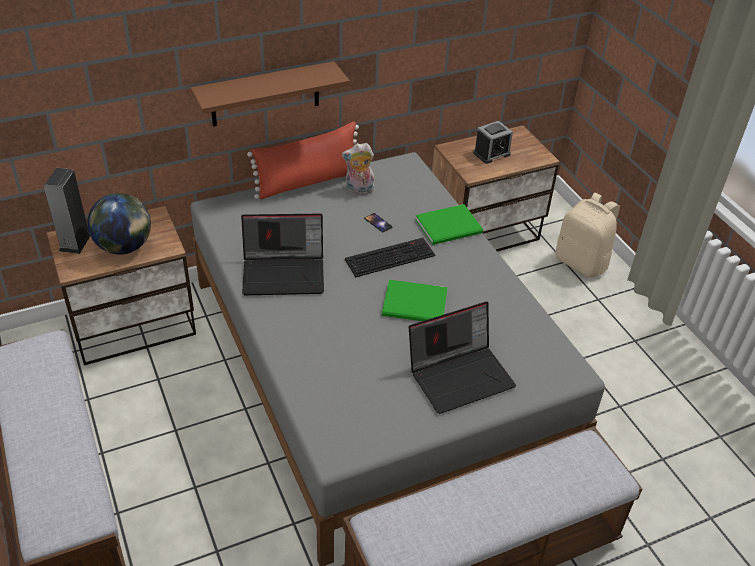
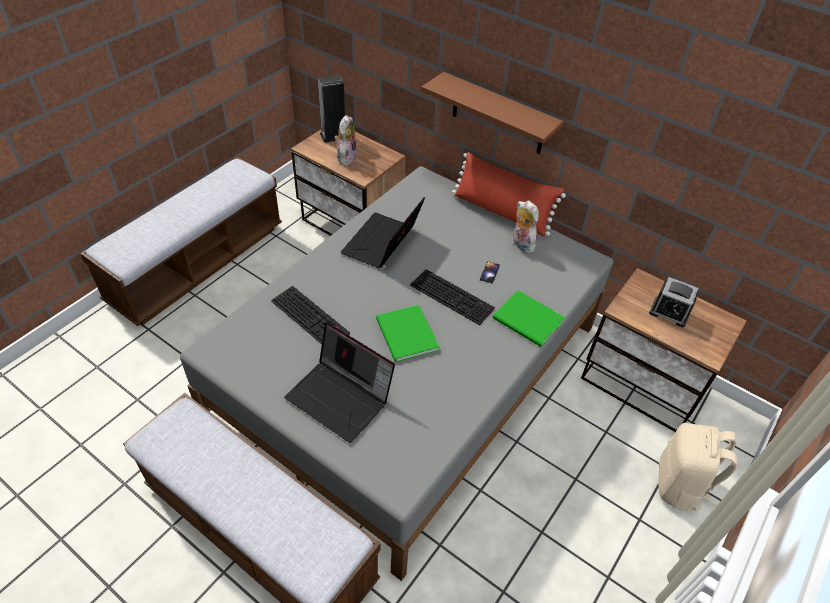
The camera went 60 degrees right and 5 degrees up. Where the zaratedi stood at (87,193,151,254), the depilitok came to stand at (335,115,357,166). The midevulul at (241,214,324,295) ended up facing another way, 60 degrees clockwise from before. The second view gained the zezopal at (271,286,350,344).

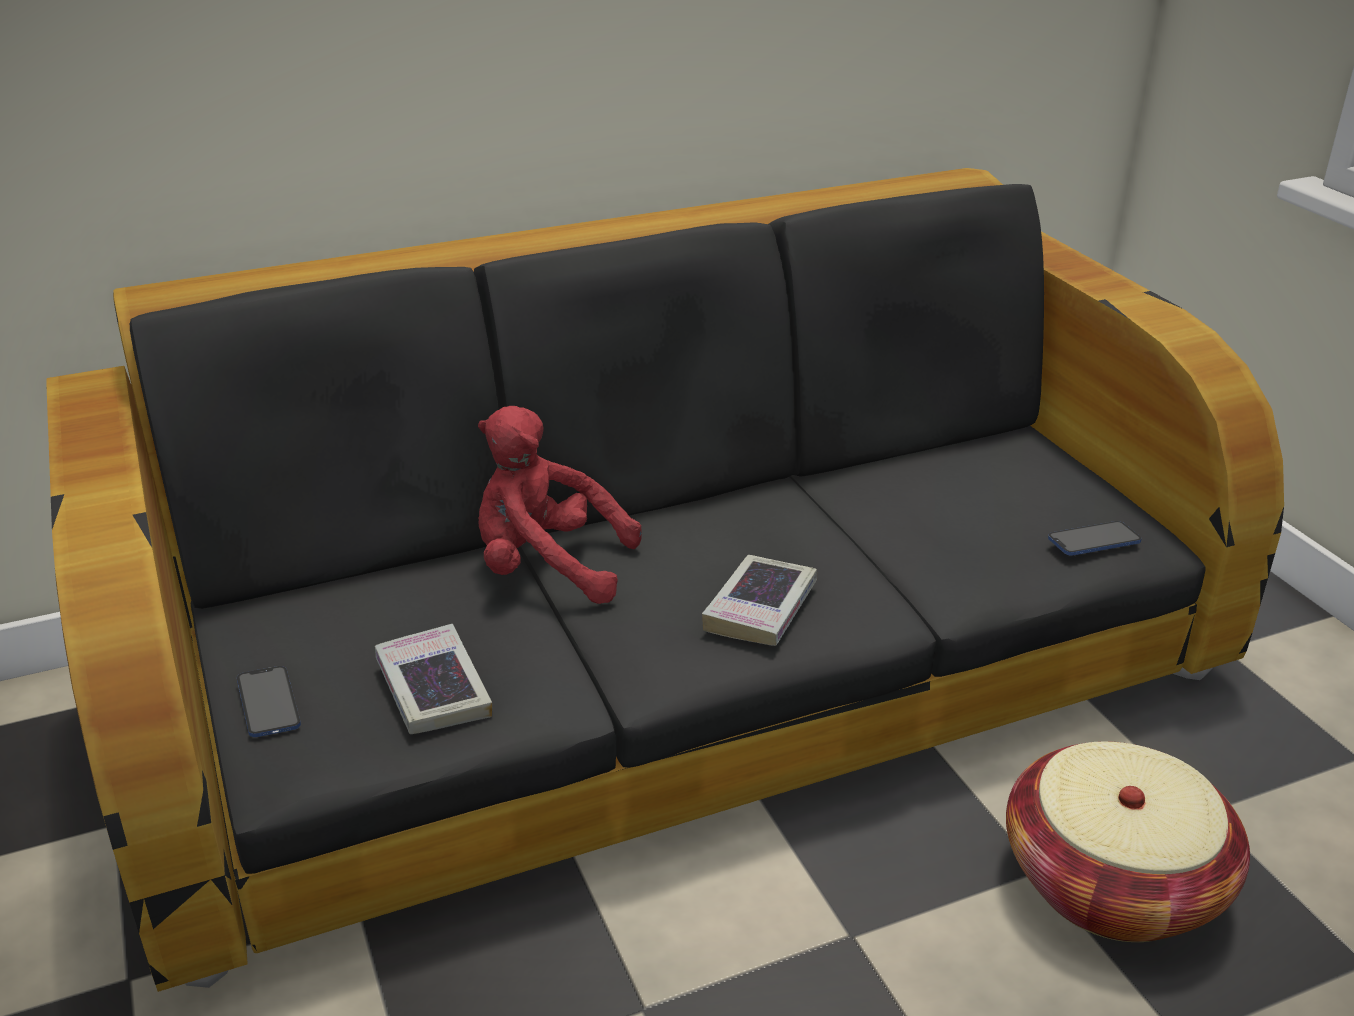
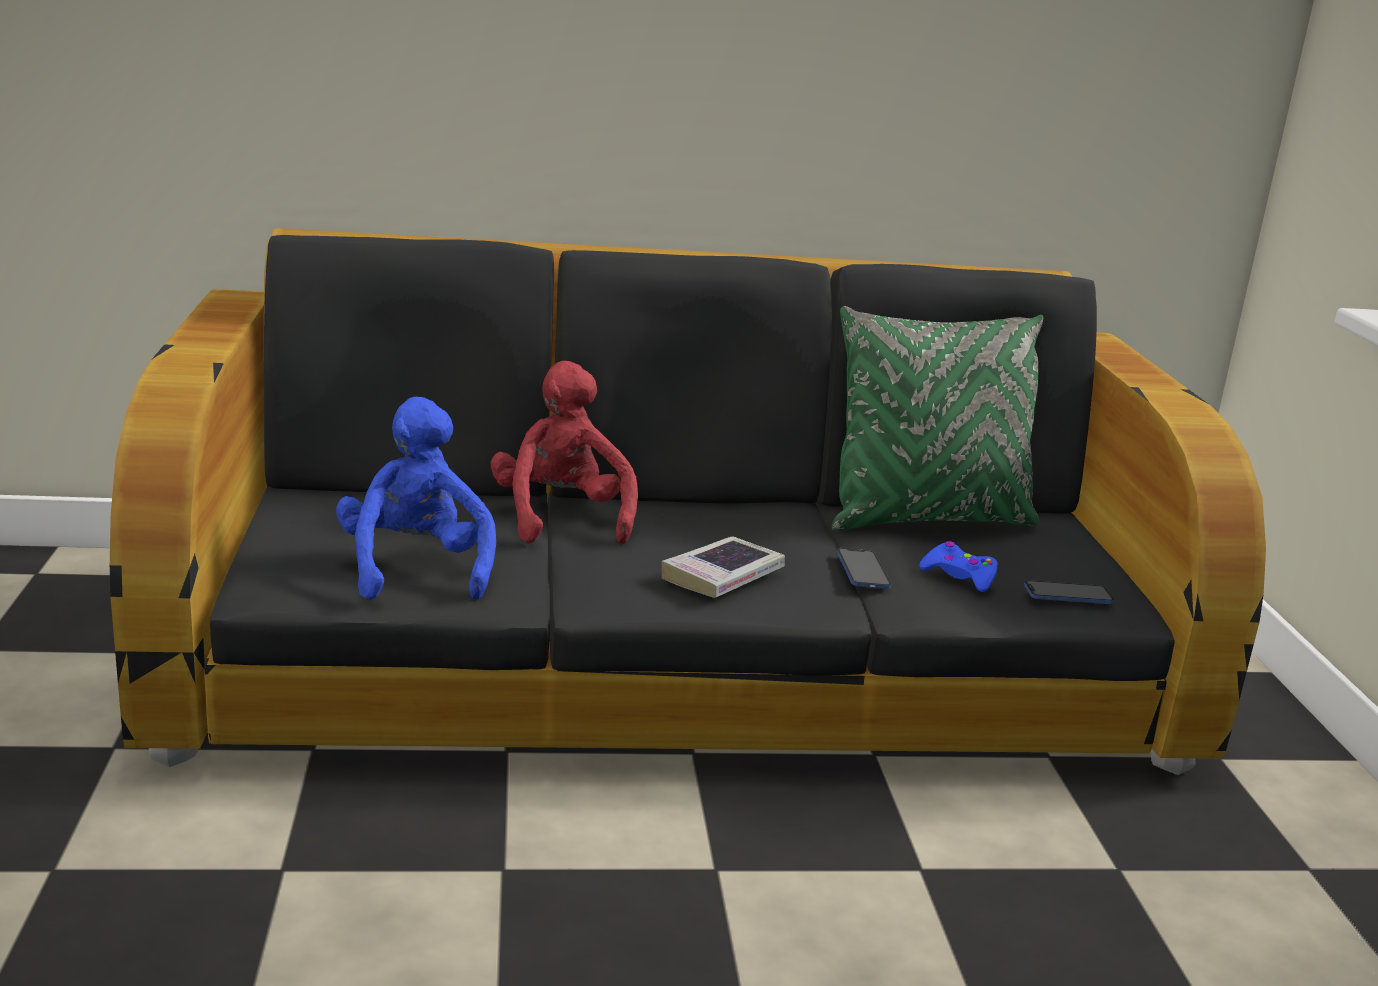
The camera went 15 degrees right and 10 degrees down. The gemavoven ended up elsewhere, having gone from (237,666,301,737) to (837,548,891,589). Where the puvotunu stood at (375,624,492,734), the depilitok (blue) came to stand at (336,397,496,600). The depilitok (red) at (478,406,642,604) ended up facing another way, 45 degrees clockwise from before. The second view lost the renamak at (1006,741,1250,942). The second view gained the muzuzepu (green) at (832,306,1043,530). The second view gained the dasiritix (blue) at (919,541,998,592).

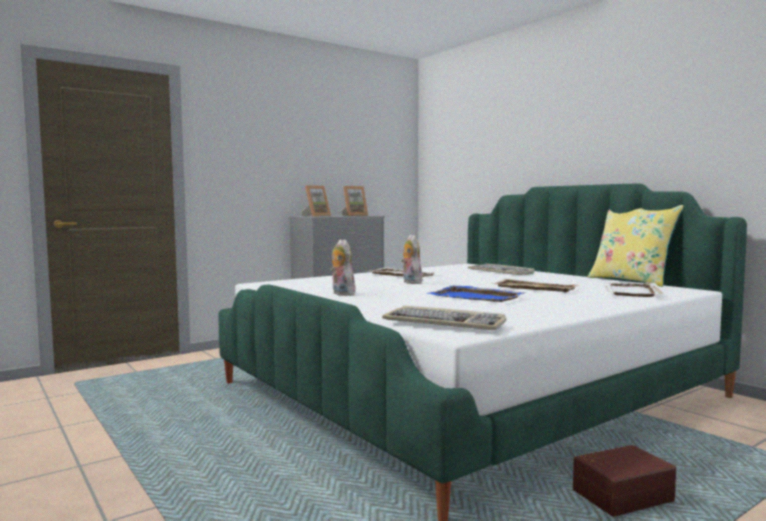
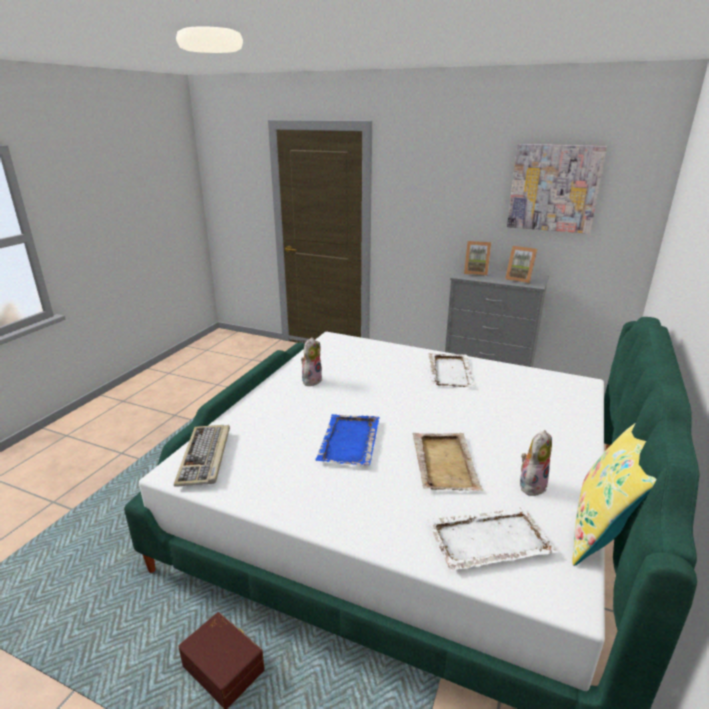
The camera went 60 degrees right and 20 degrees up. The depilitok ended up elsewhere, having gone from (401,235,422,284) to (520,430,552,498). The second view lost the zezopal at (468,264,535,275). The second view gained the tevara at (507,144,607,234).

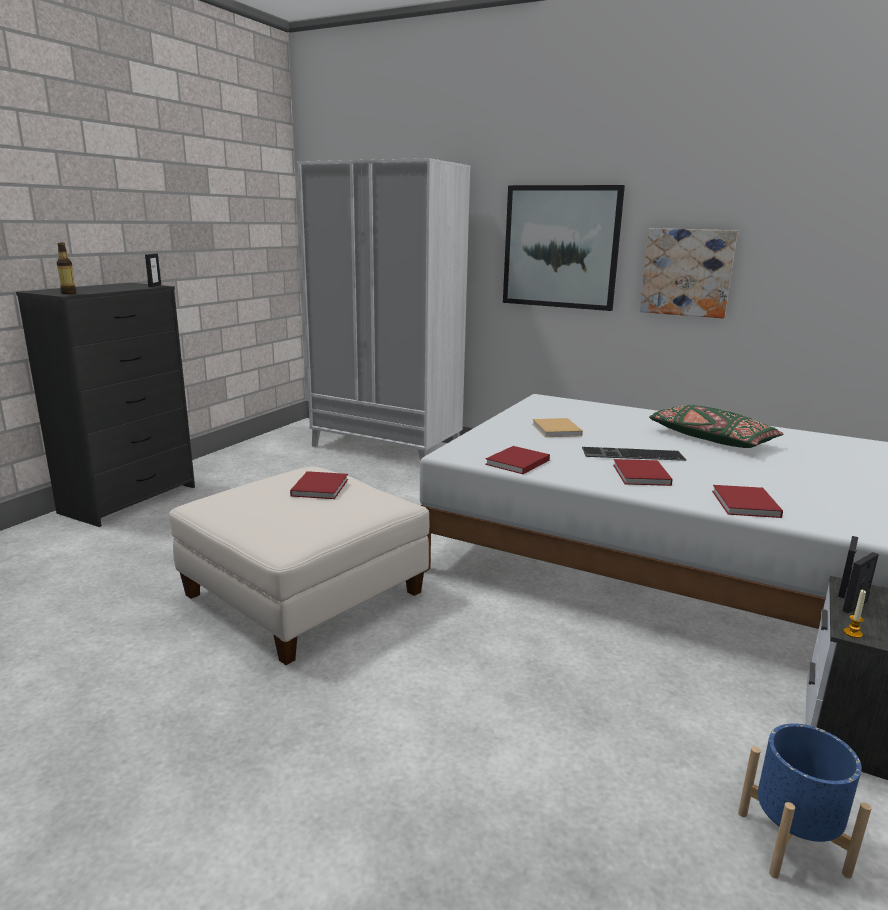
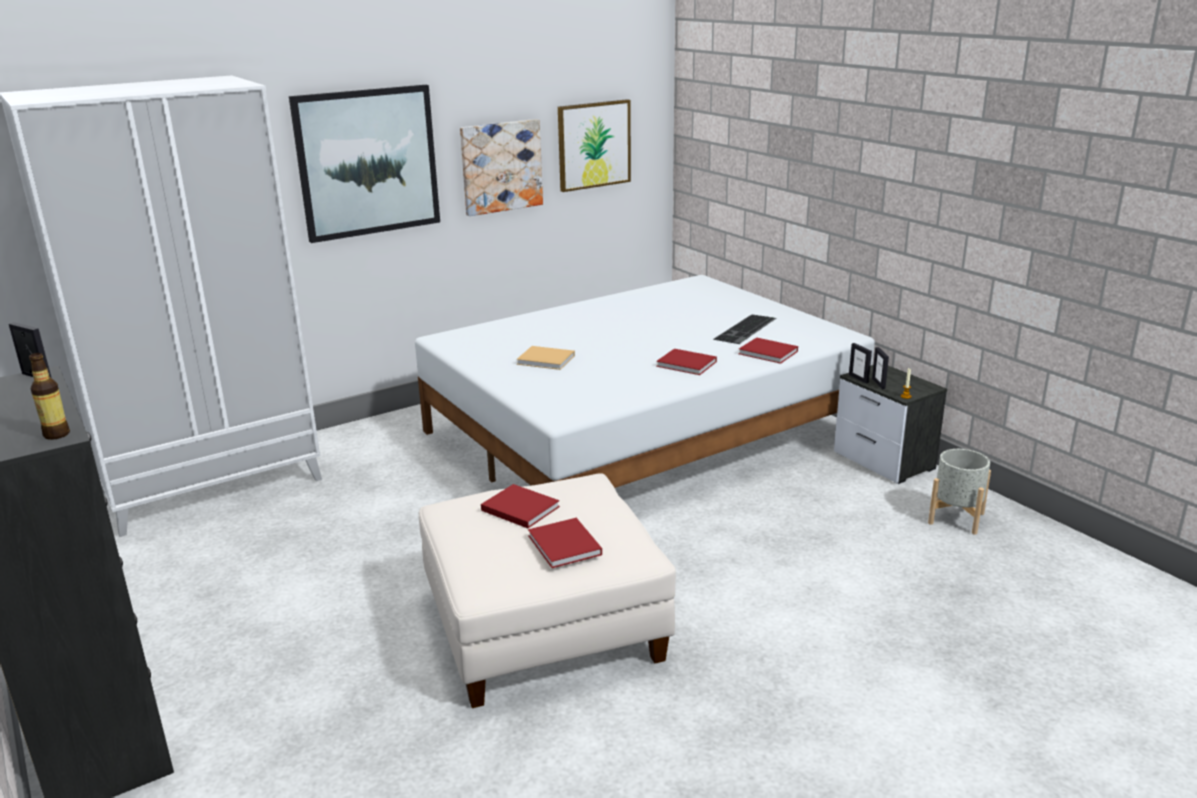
The camera went 60 degrees left and 5 degrees up. The puvotunu (red) ended up elsewhere, having gone from (485,446,550,474) to (528,518,602,568). The zezopal ended up elsewhere, having gone from (582,447,686,461) to (713,315,776,344). The second view lost the muzuzepu (green) at (649,405,783,448). What was the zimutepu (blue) at (738,723,872,879) turned into the zimutepu (grey) at (928,449,991,535). The second view gained the tevara at (558,99,631,192).

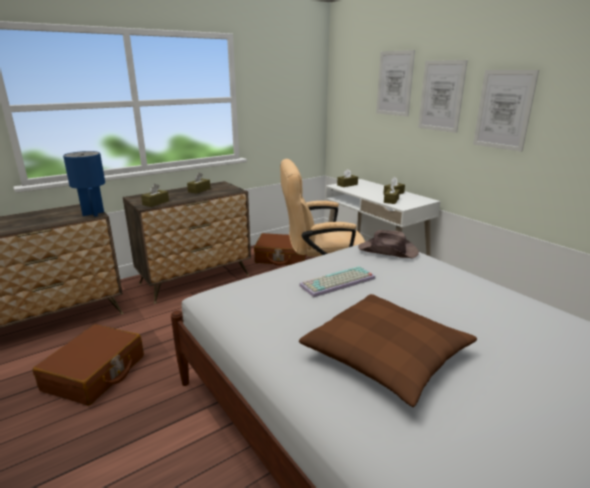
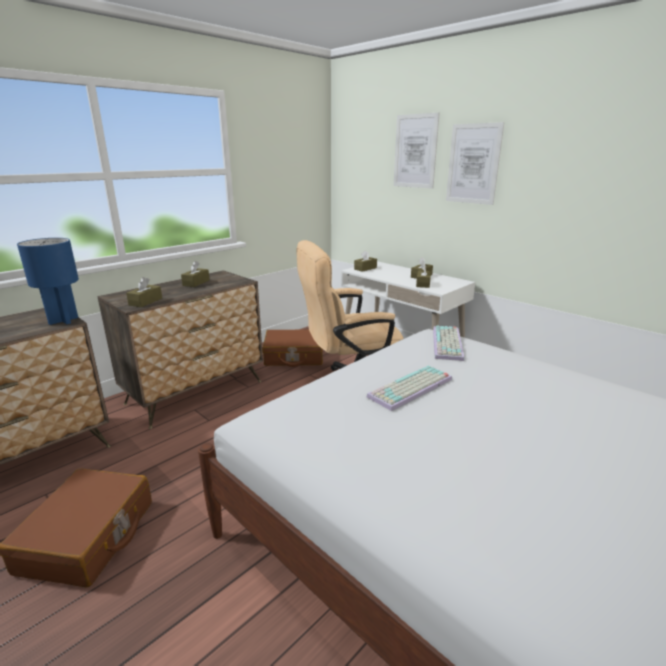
The camera went 10 degrees left and 0 degrees up. The second view lost the muzuzepu (brown) at (299,294,477,407). Where the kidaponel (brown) stood at (358,230,419,259), the zezopal came to stand at (433,326,464,361). The second view lost the tevara at (473,70,539,152).

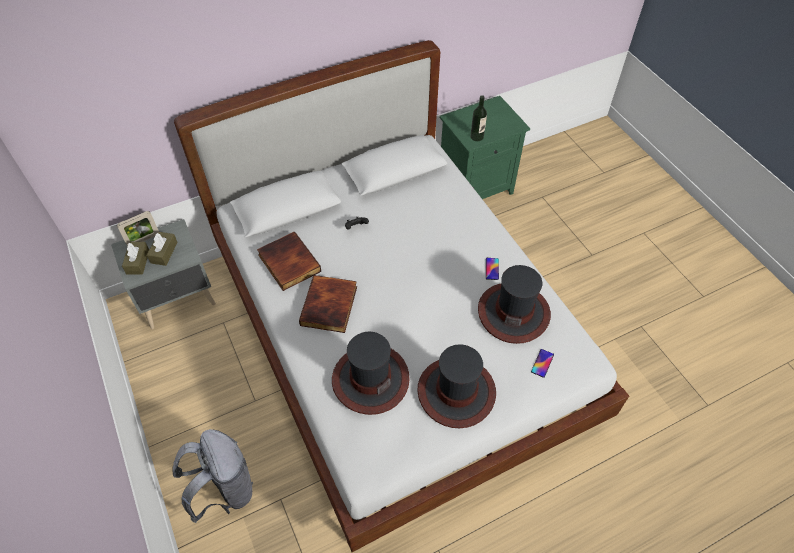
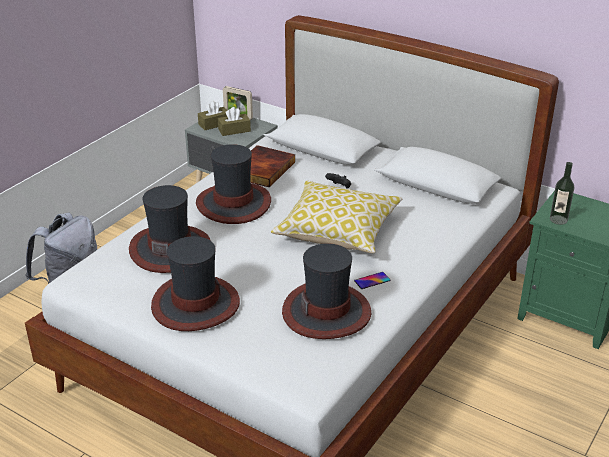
The camera went 60 degrees right and 20 degrees down. Where the puvotunu stood at (299,275,357,333), the kidaponel came to stand at (196,144,271,224). The second view lost the gemavoven at (531,349,554,378). The second view gained the muzuzepu at (271,181,403,253).

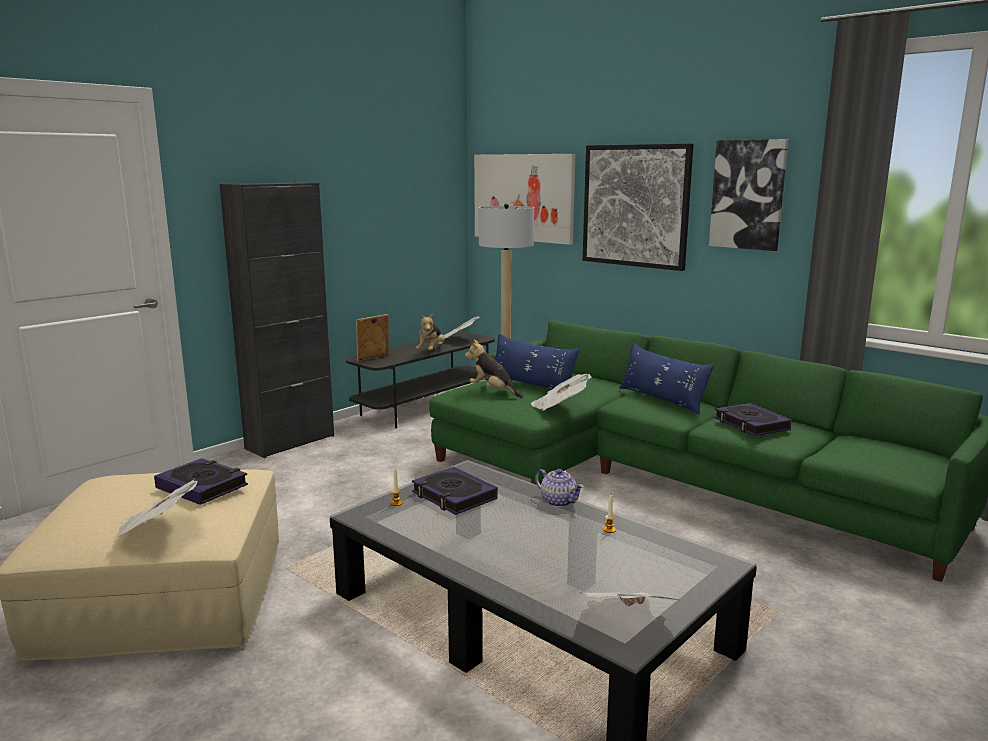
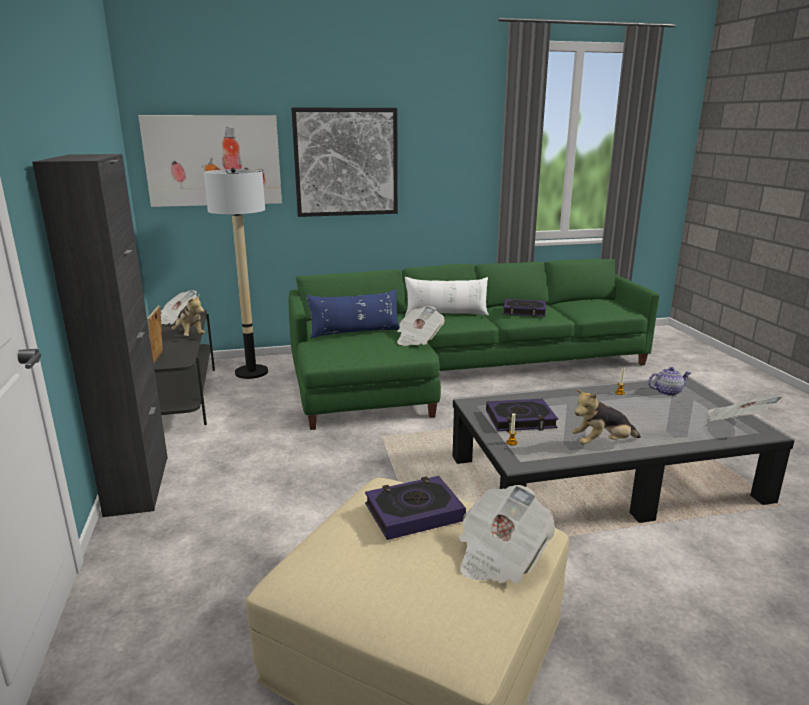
The camera went 55 degrees left and 5 degrees up. The depilitok ended up elsewhere, having gone from (465,340,523,398) to (572,389,641,445). The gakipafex ended up elsewhere, having gone from (535,469,584,507) to (648,367,691,396). What was the muzuzepu (blue) at (619,343,714,414) turned into the muzuzepu (white) at (405,277,489,316). The second view lost the tevara at (709,139,789,251).

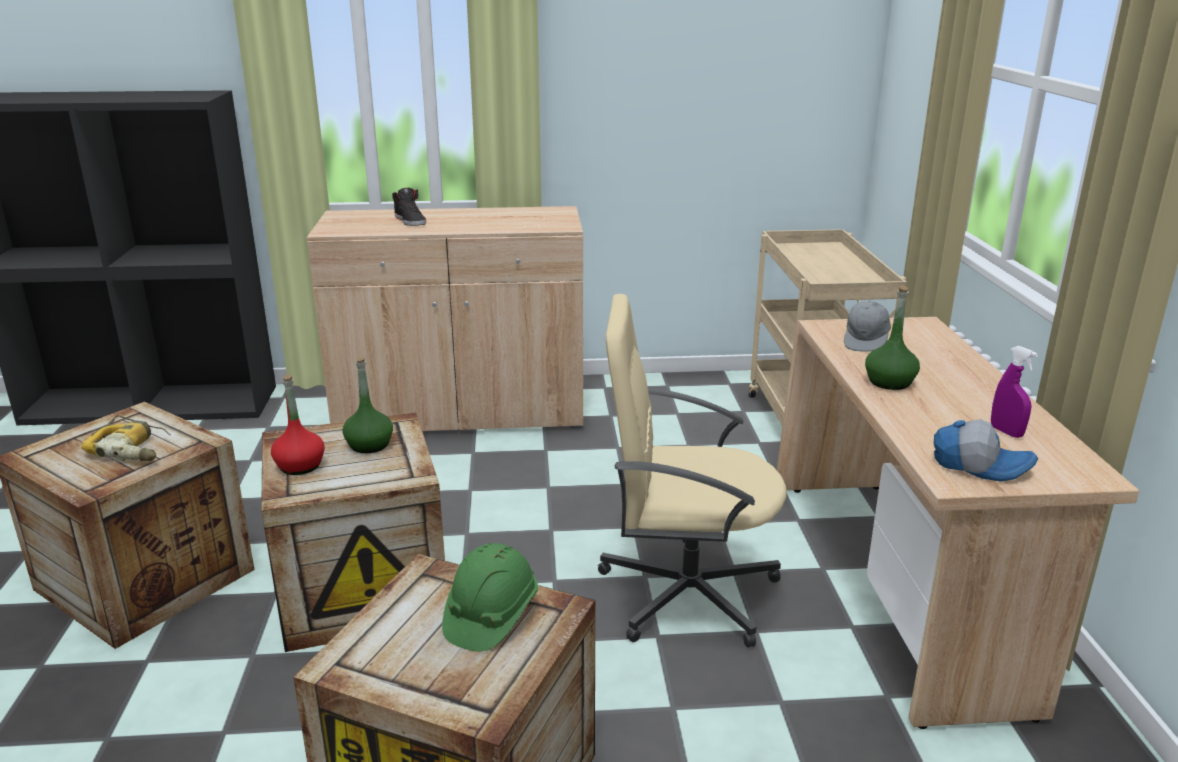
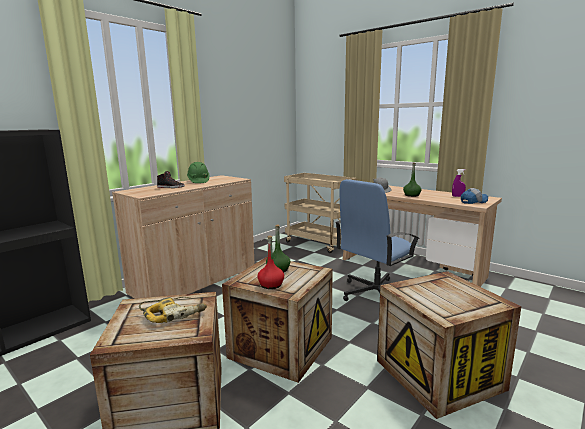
The camera went 45 degrees left and 10 degrees down. The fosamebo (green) ended up elsewhere, having gone from (442,543,538,652) to (187,162,209,183). What was the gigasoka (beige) at (598,294,787,648) turned into the gigasoka (blue) at (335,179,420,301).

